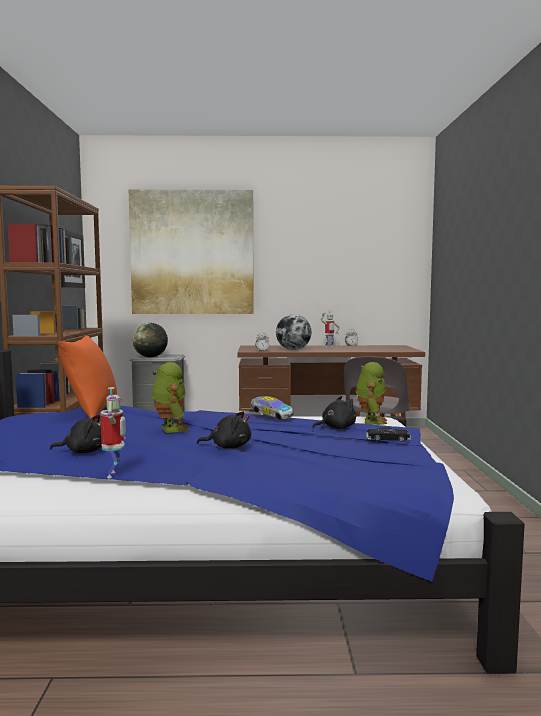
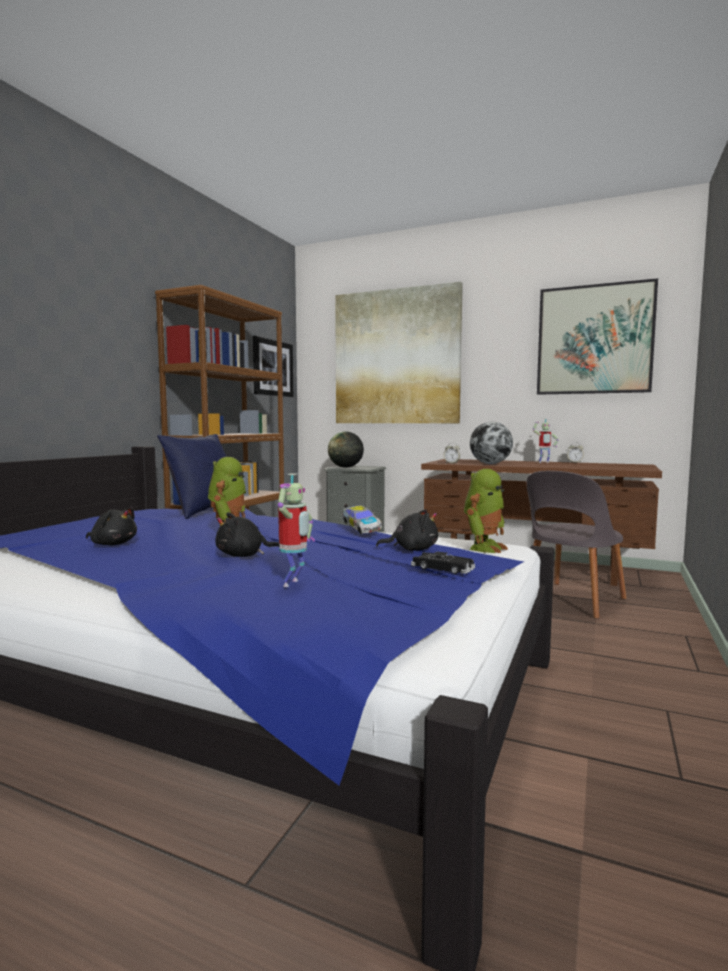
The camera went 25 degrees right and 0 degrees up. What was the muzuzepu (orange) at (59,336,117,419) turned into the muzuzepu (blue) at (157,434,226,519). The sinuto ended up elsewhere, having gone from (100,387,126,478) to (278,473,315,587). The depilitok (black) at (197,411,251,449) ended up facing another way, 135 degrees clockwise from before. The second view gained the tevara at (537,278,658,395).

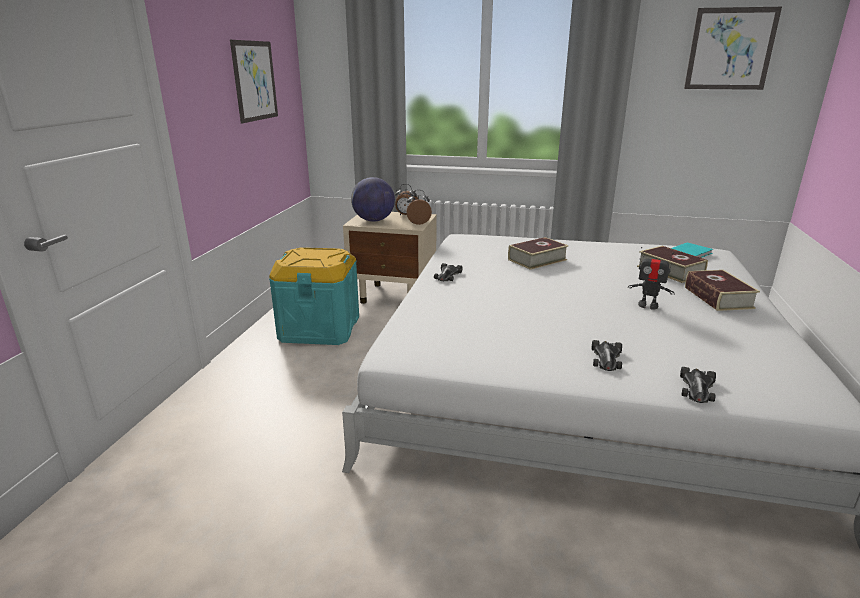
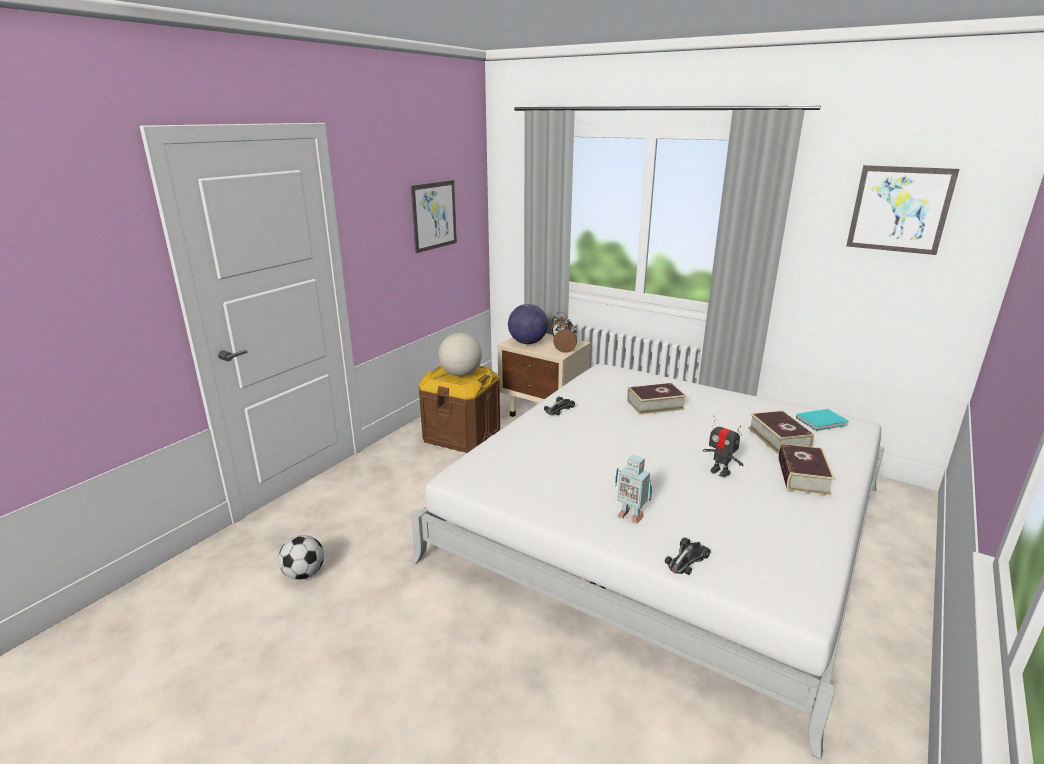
The camera went 20 degrees right and 0 degrees up. What was the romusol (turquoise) at (269,247,359,345) turned into the romusol (brown) at (418,364,500,453). Where the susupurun stood at (591,340,622,371), the sinuto came to stand at (615,455,652,524). The second view gained the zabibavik at (278,535,324,580). The second view gained the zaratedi at (438,333,482,376).

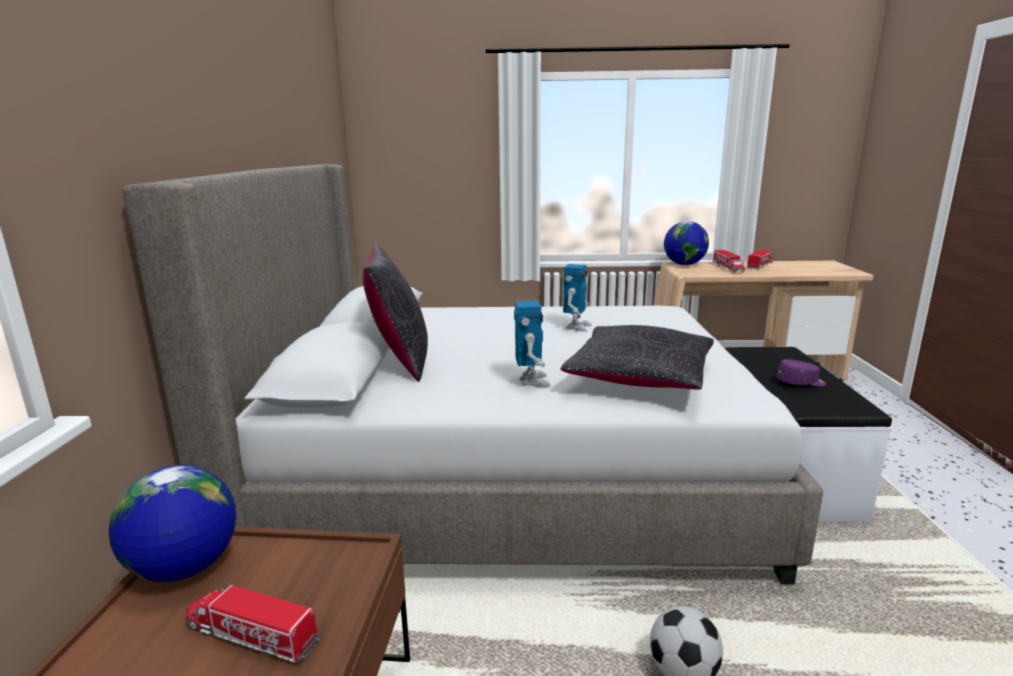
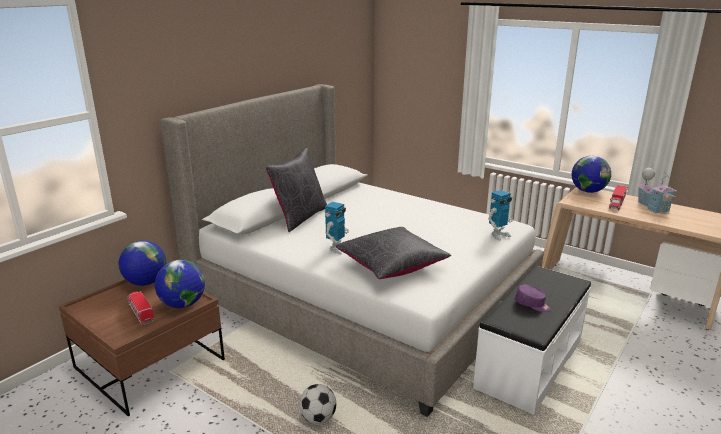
The camera went 35 degrees right and 5 degrees up. The sinuto ended up elsewhere, having gone from (563,264,592,332) to (488,190,513,241). Where the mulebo stood at (747,250,774,269), the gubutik came to stand at (637,168,676,214). The second view gained the zaratedi at (155,260,205,308).

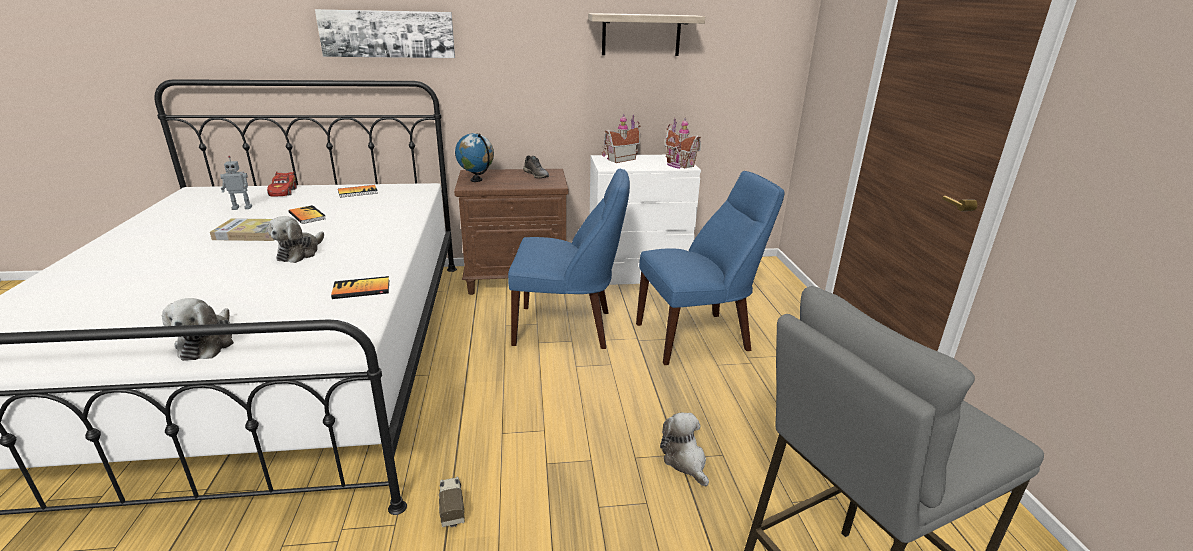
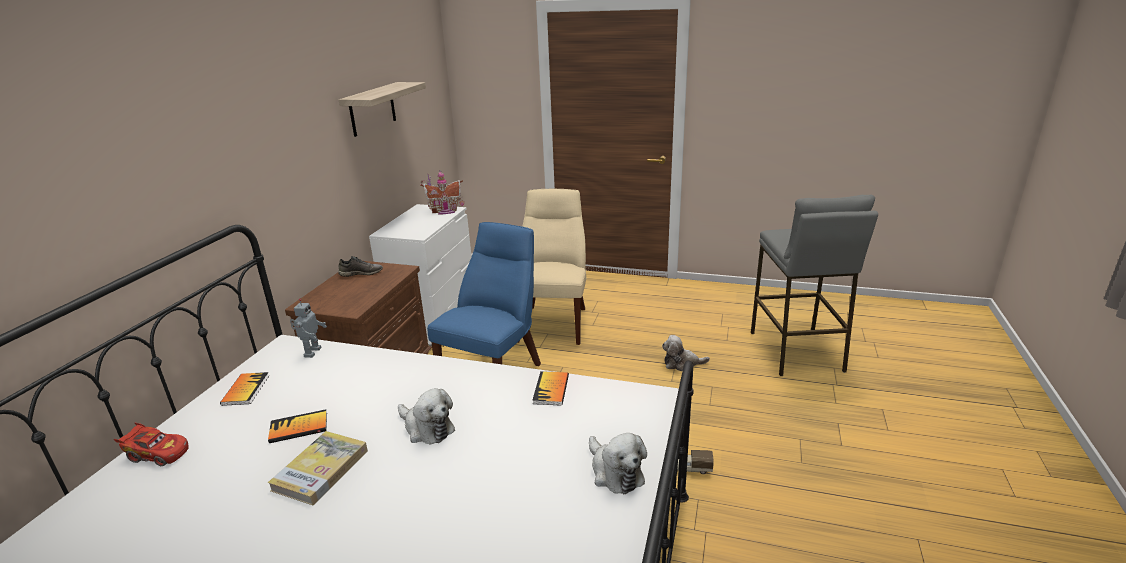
The camera went 65 degrees left and 0 degrees up. The depilitok at (162,298,234,361) ended up facing another way, 45 degrees clockwise from before. The sinuto ended up elsewhere, having gone from (220,156,252,210) to (290,299,327,358). The second view lost the tevara at (315,9,455,58). The second view lost the zaratedi at (455,133,494,182). The second view lost the gubutik at (602,114,640,163). What was the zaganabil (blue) at (636,171,785,365) turned into the zaganabil (beige) at (517,189,587,345).

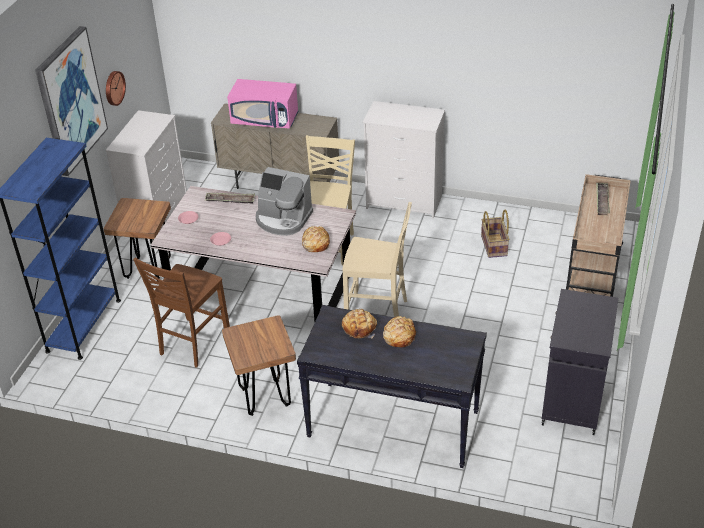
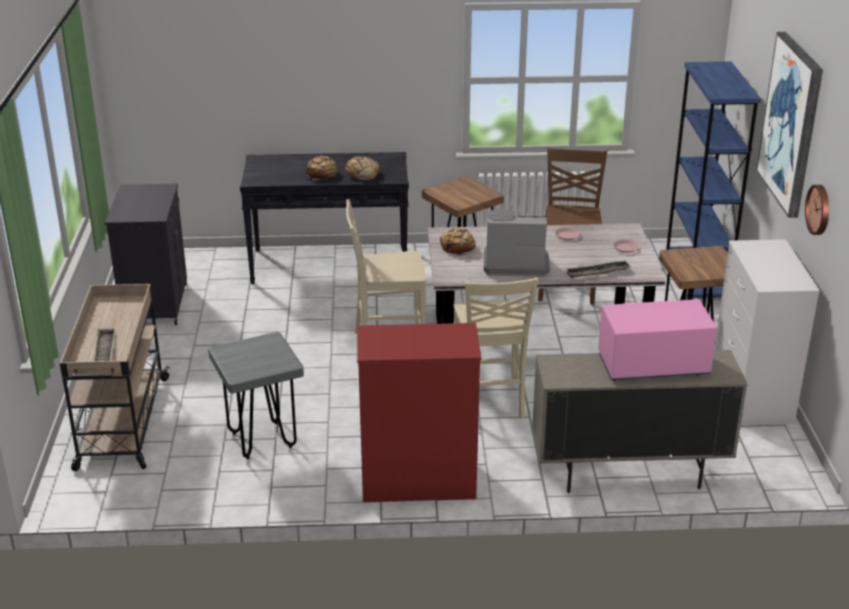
The camera went 160 degrees right and 10 degrees down. What was the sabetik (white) at (363,101,445,219) turned into the sabetik (red) at (357,323,481,502). Where the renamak stood at (481,209,509,258), the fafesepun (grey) came to stand at (208,332,304,459).

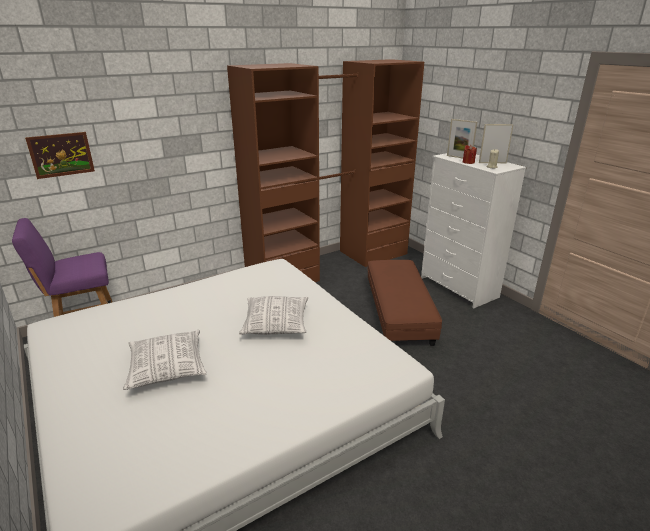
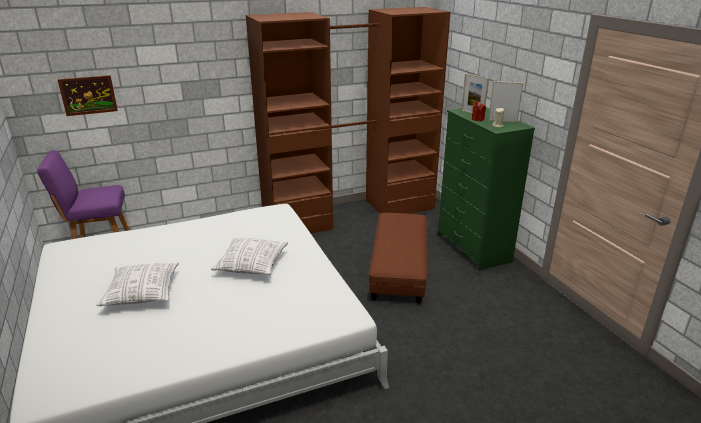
The camera went 10 degrees right and 0 degrees up. What was the sabetik (white) at (421,153,526,308) turned into the sabetik (green) at (438,107,535,271).

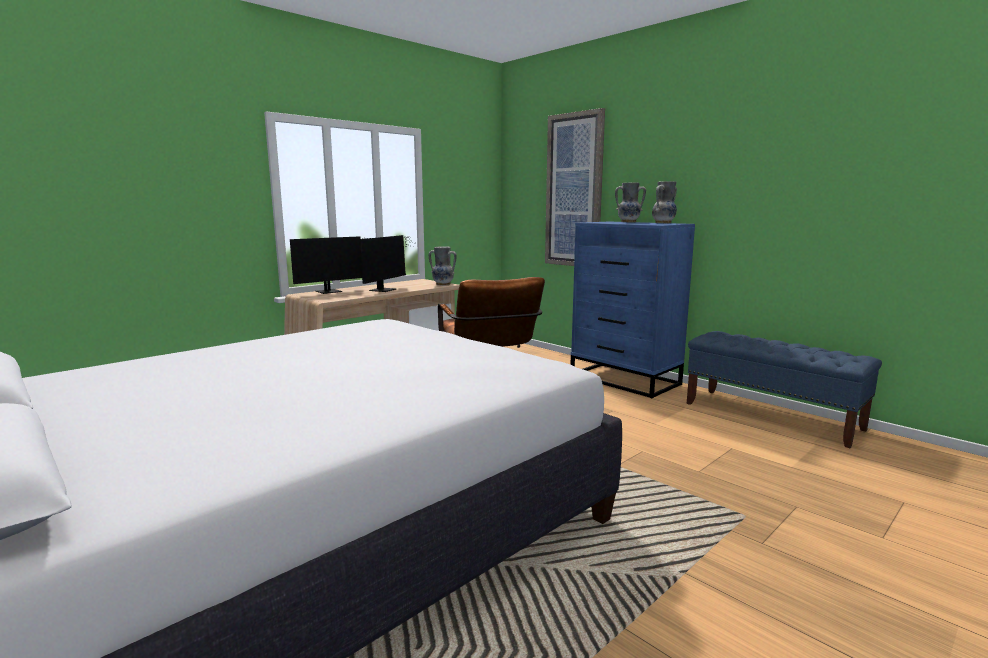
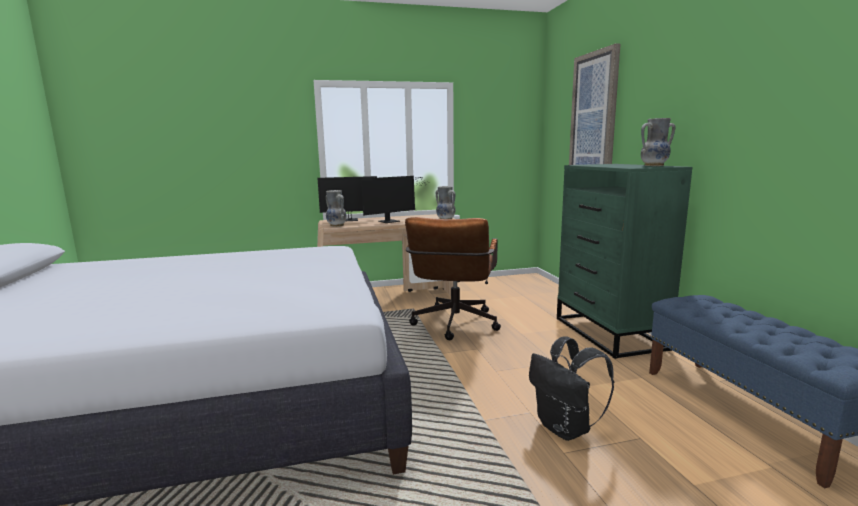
The camera went 30 degrees right and 0 degrees up. What was the sabetik (blue) at (571,222,695,398) turned into the sabetik (green) at (557,164,692,359). The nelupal ended up elsewhere, having gone from (615,182,646,222) to (326,190,347,227). The second view gained the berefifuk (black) at (529,336,614,441).

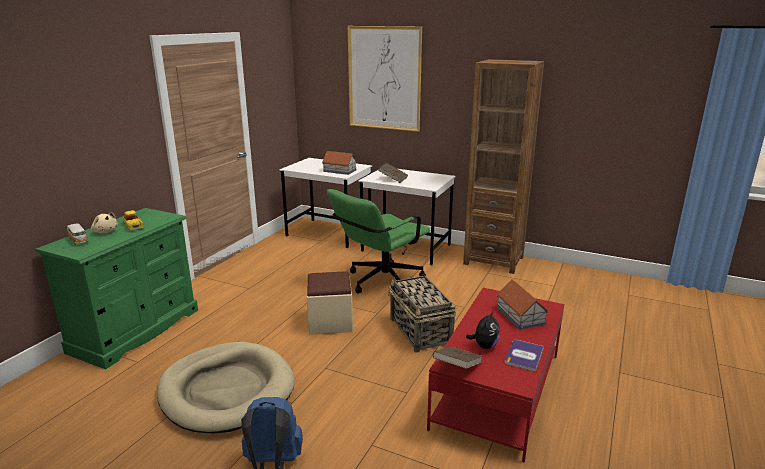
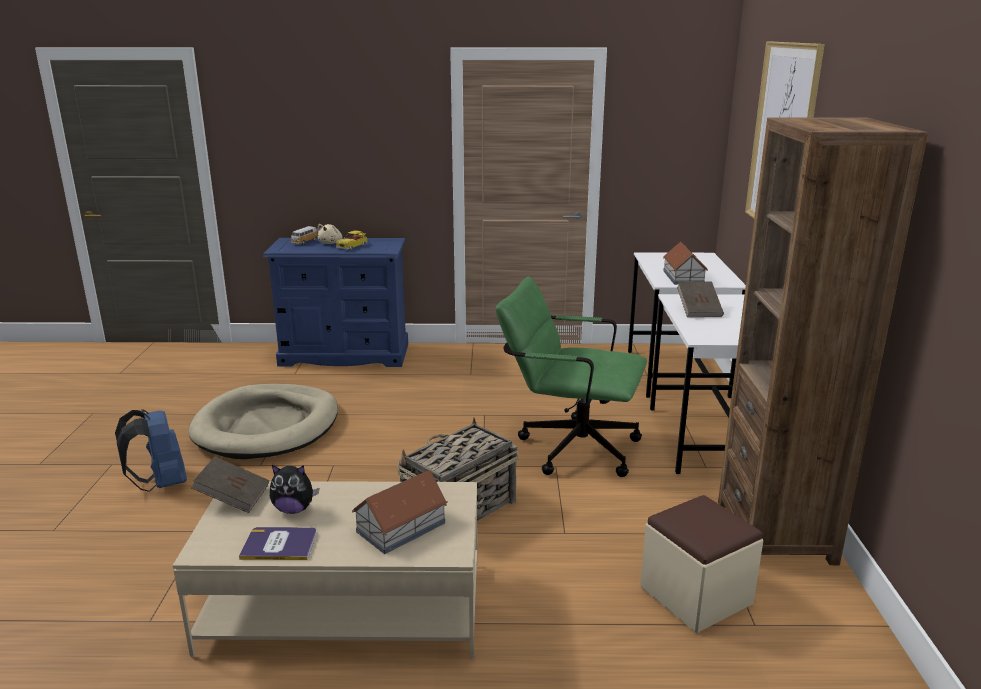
The camera went 65 degrees right and 0 degrees up. What was the sabetik (green) at (35,208,198,369) turned into the sabetik (blue) at (263,238,408,367). The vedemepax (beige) ended up elsewhere, having gone from (307,271,353,335) to (640,495,763,633). What was the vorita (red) at (427,288,565,463) turned into the vorita (beige) at (172,481,477,659).

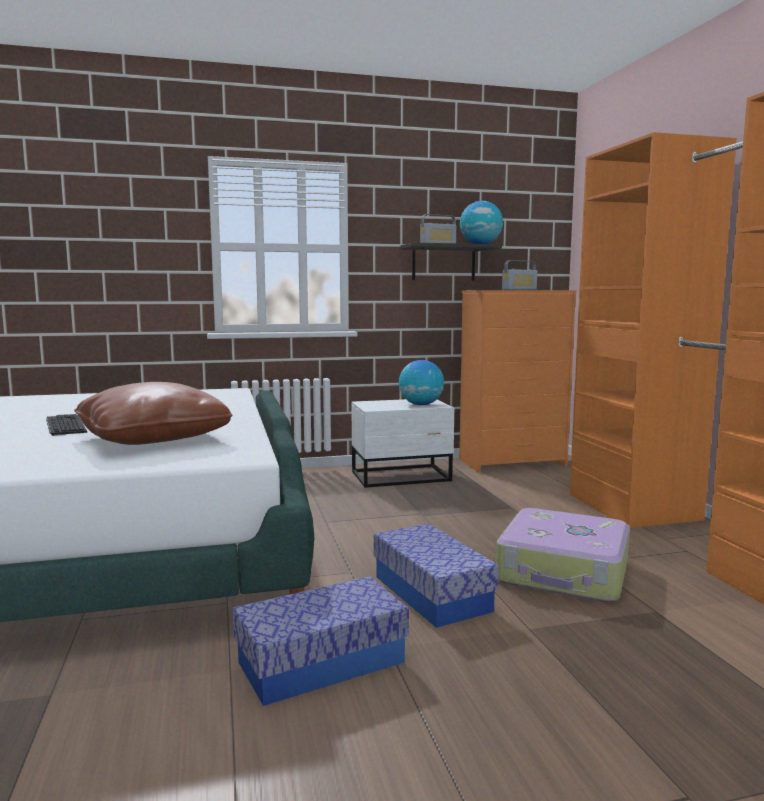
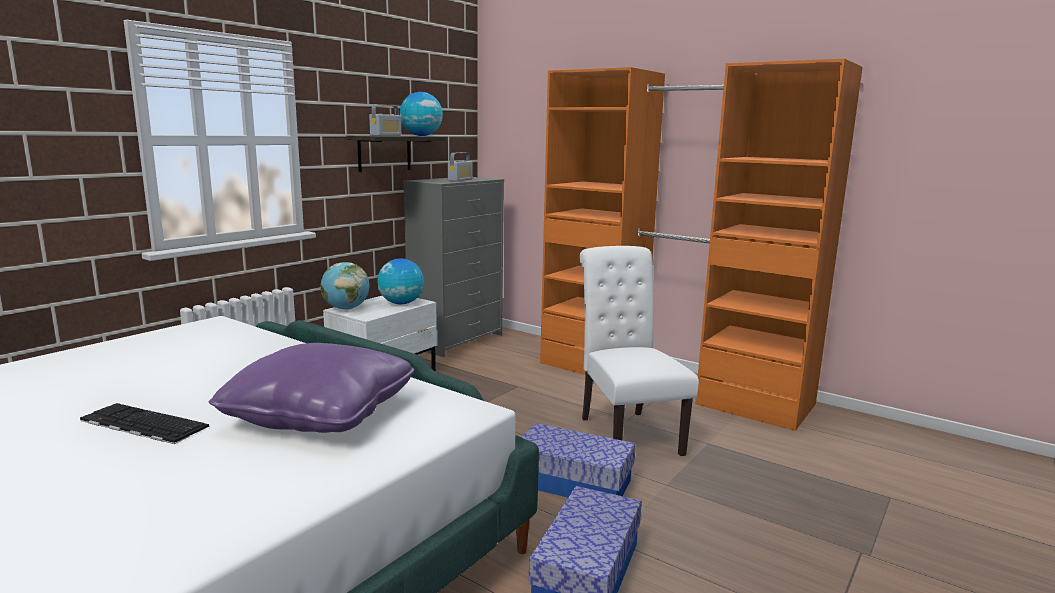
The camera went 40 degrees left and 5 degrees up. What was the muzuzepu (brown) at (74,382,233,445) turned into the muzuzepu (purple) at (209,343,415,433). What was the sabetik (orange) at (459,290,577,472) turned into the sabetik (grey) at (403,177,504,357). Where the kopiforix stood at (496,508,630,602), the zaganabil (white) came to stand at (579,246,699,456). The second view gained the zaratedi at (321,262,370,310).

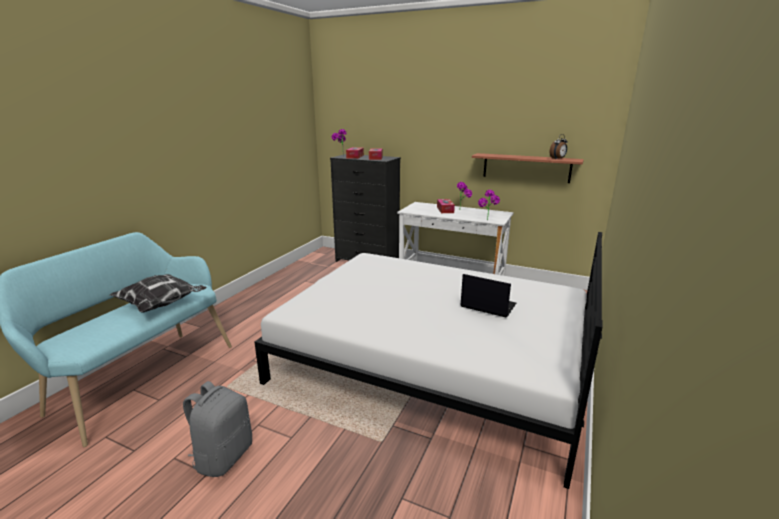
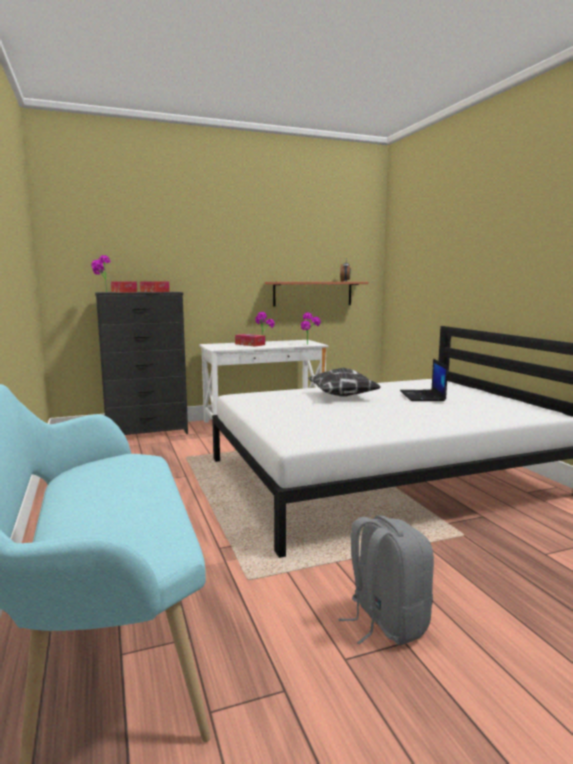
The camera went 45 degrees left and 10 degrees down. The muzuzepu ended up elsewhere, having gone from (110,274,207,313) to (308,368,380,397). The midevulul at (460,274,516,317) ended up facing another way, 75 degrees counterclockwise from before.

